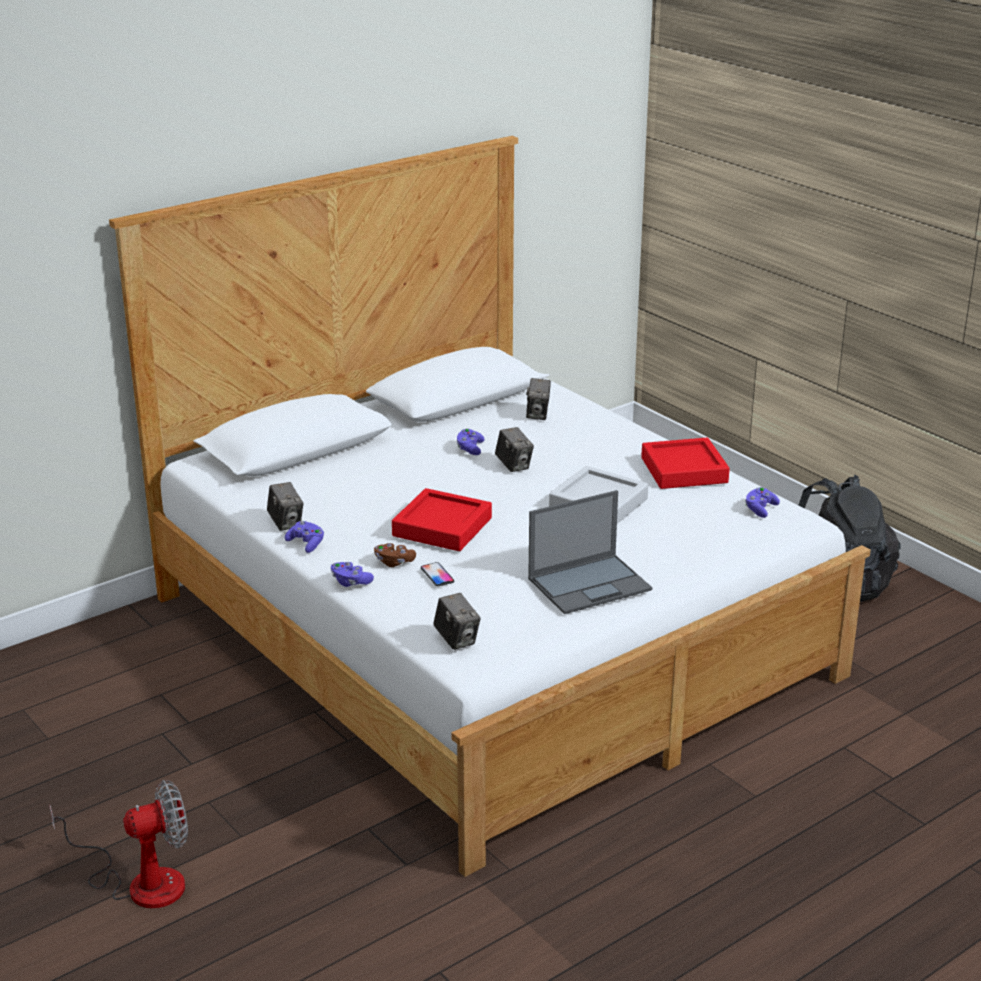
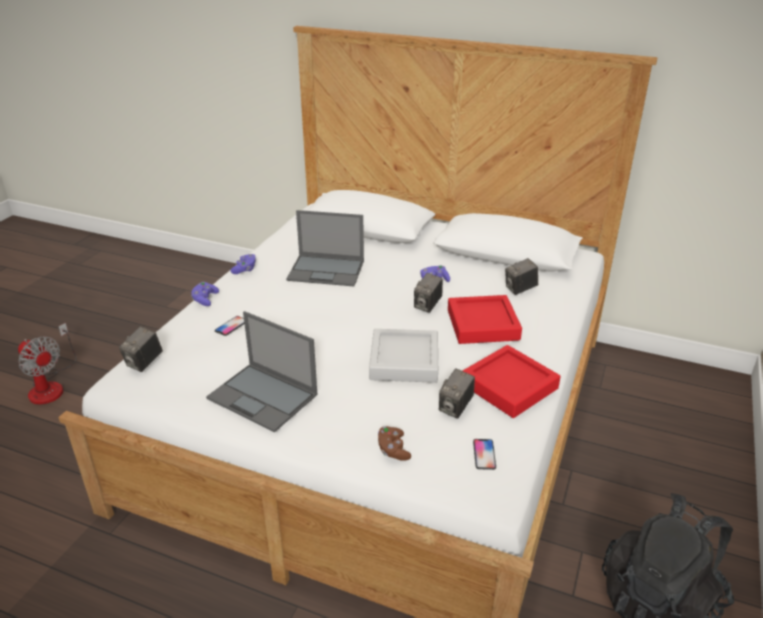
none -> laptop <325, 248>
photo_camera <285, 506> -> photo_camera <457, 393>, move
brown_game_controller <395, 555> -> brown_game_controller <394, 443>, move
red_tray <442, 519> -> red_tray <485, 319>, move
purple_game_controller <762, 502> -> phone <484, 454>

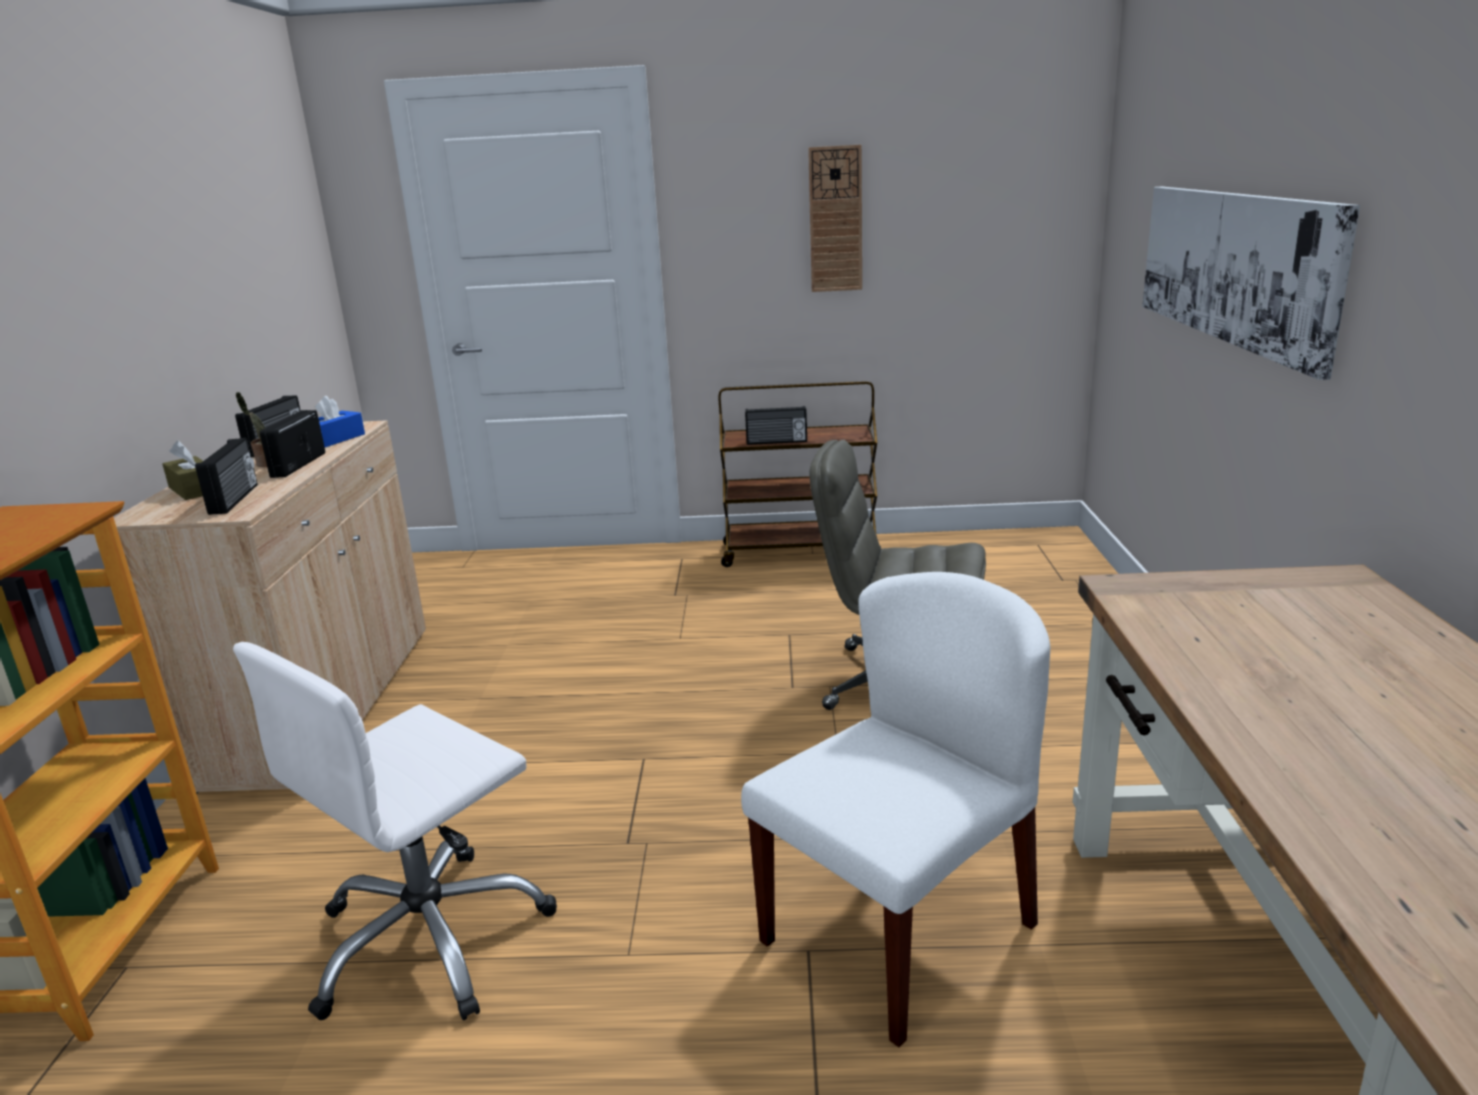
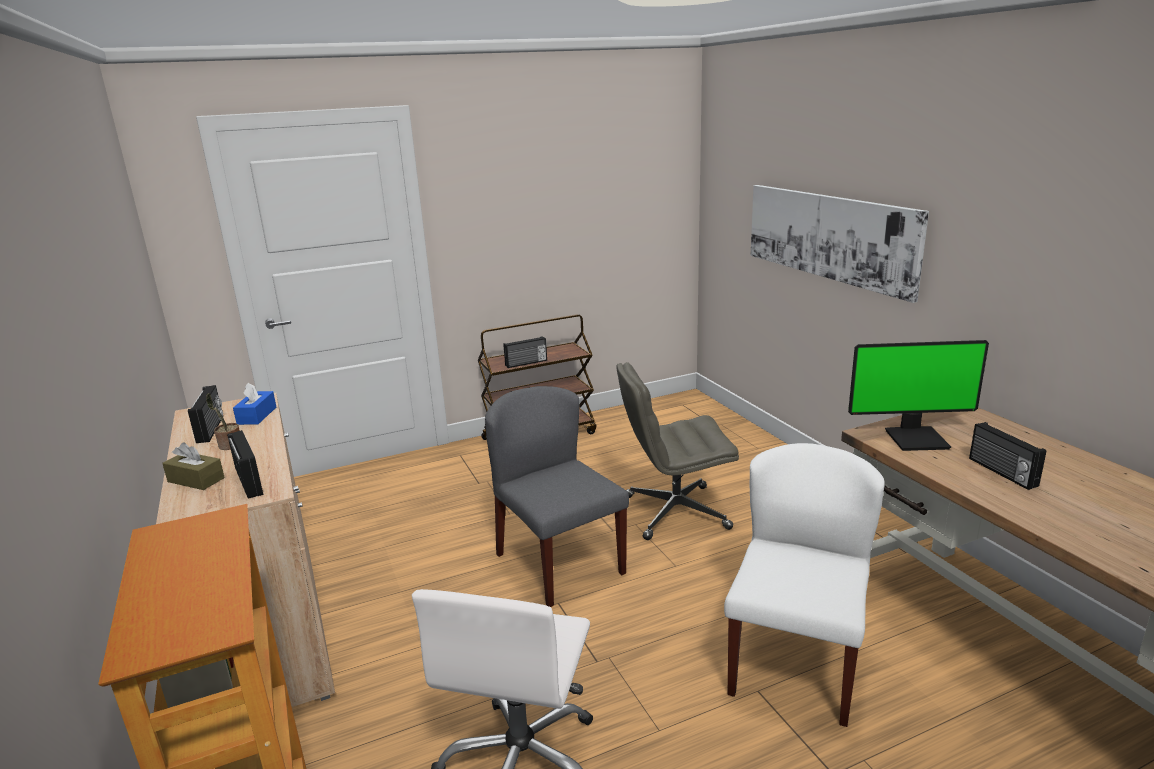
wall_clock <835, 218> -> none
none -> grey_chair <557, 496>
none -> monitor <918, 395>
radio <292, 444> -> radio <1007, 456>, move

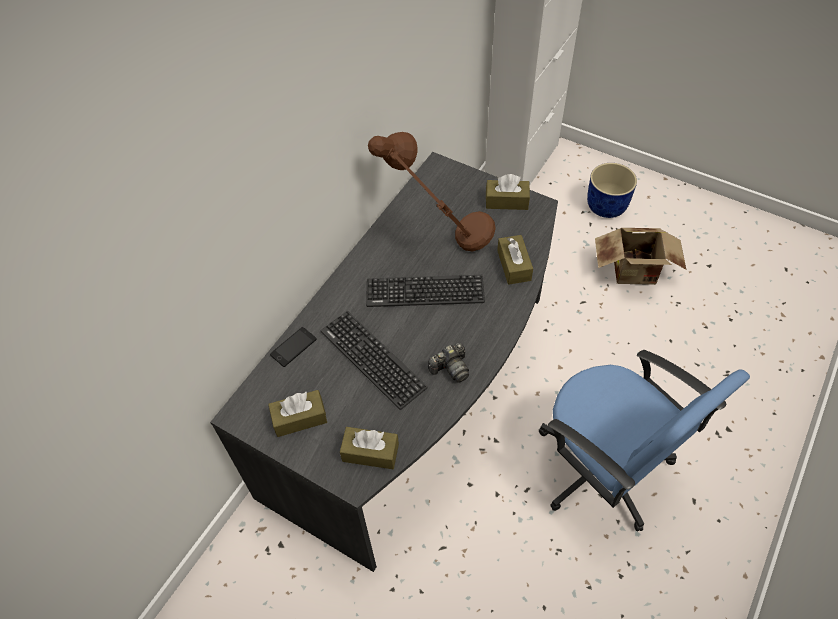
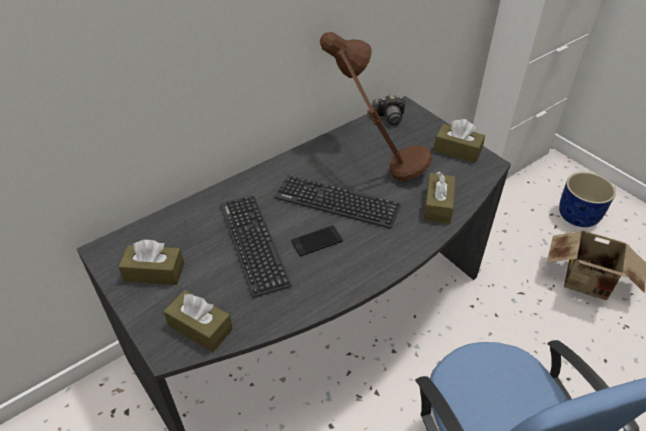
phone <293, 347> -> phone <317, 241>, move
photo_camera <448, 363> -> photo_camera <388, 109>, move

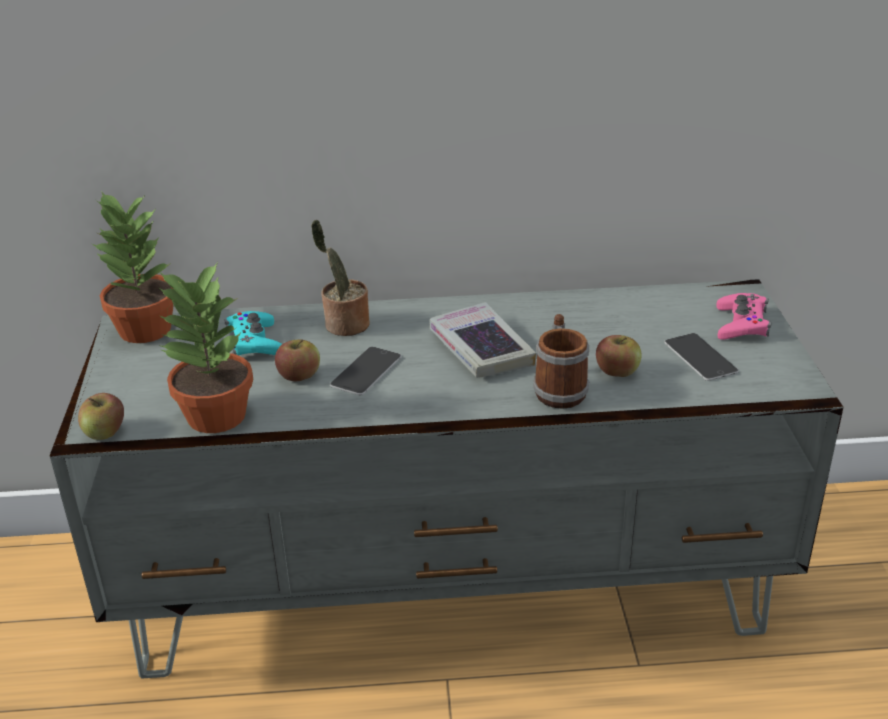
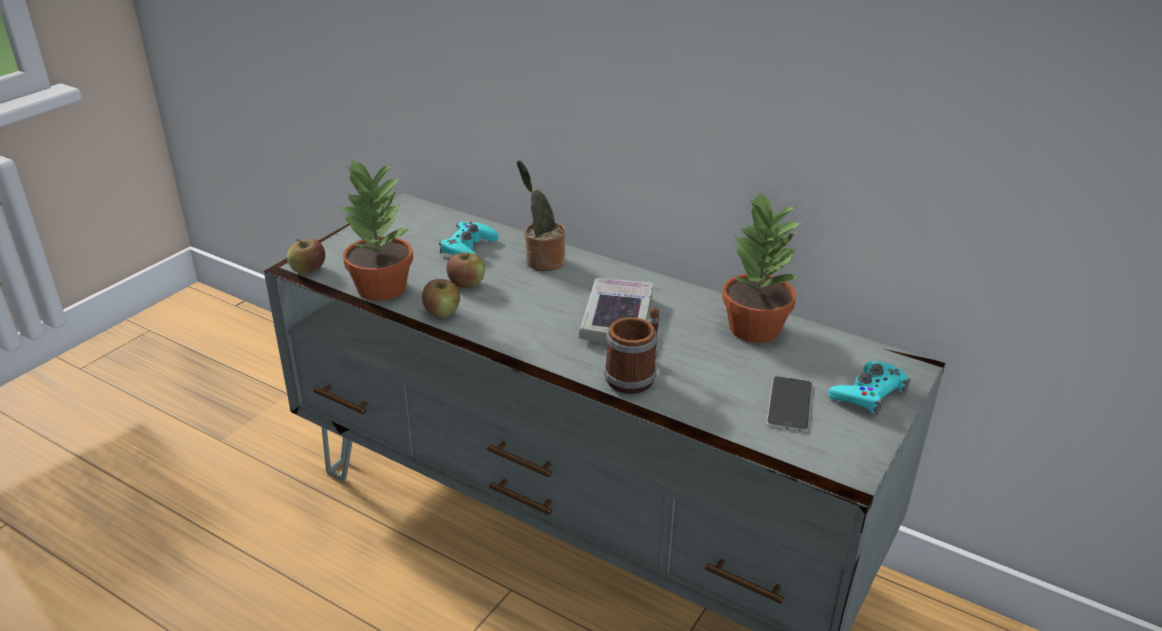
phone <366, 371> -> none
potted_plant <133, 267> -> potted_plant <762, 266>, move
apple <619, 356> -> apple <441, 298>, move
pink_game_controller <743, 316> -> turquoise_game_controller <869, 388>

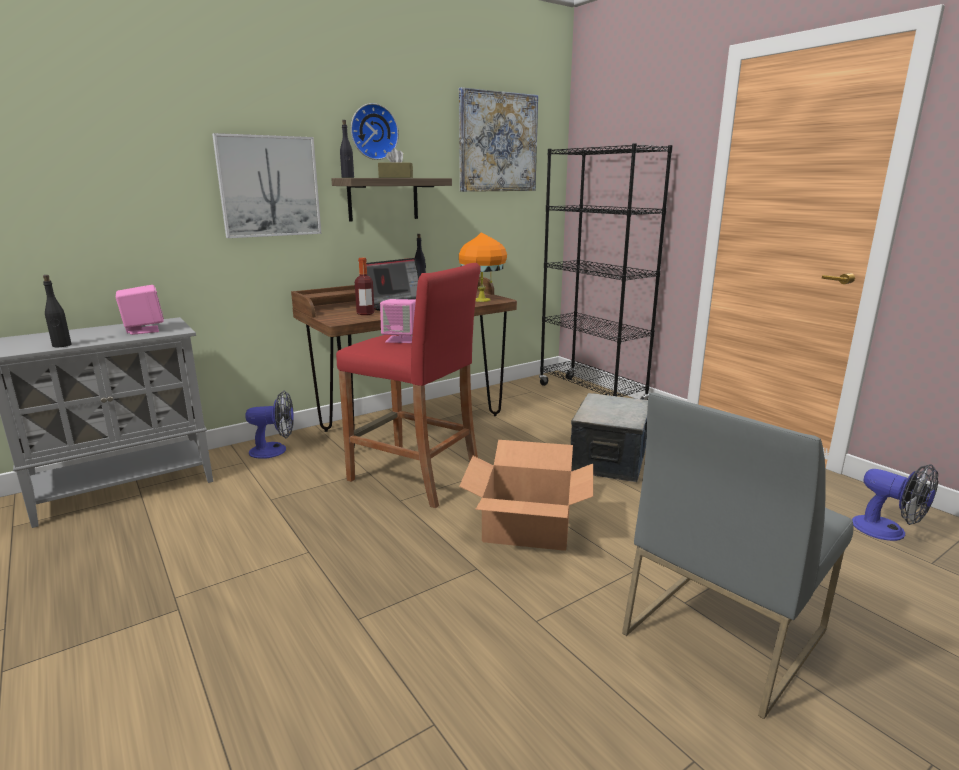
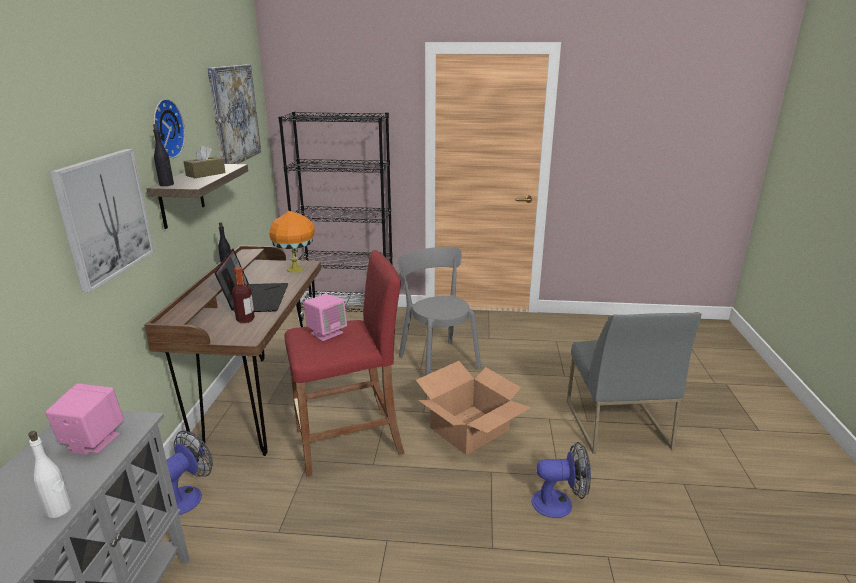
fan <895, 502> -> fan <561, 480>, move
storage_box <609, 437> -> grey_chair <439, 311>
black_bottle <57, 311> -> white_bottle <50, 474>

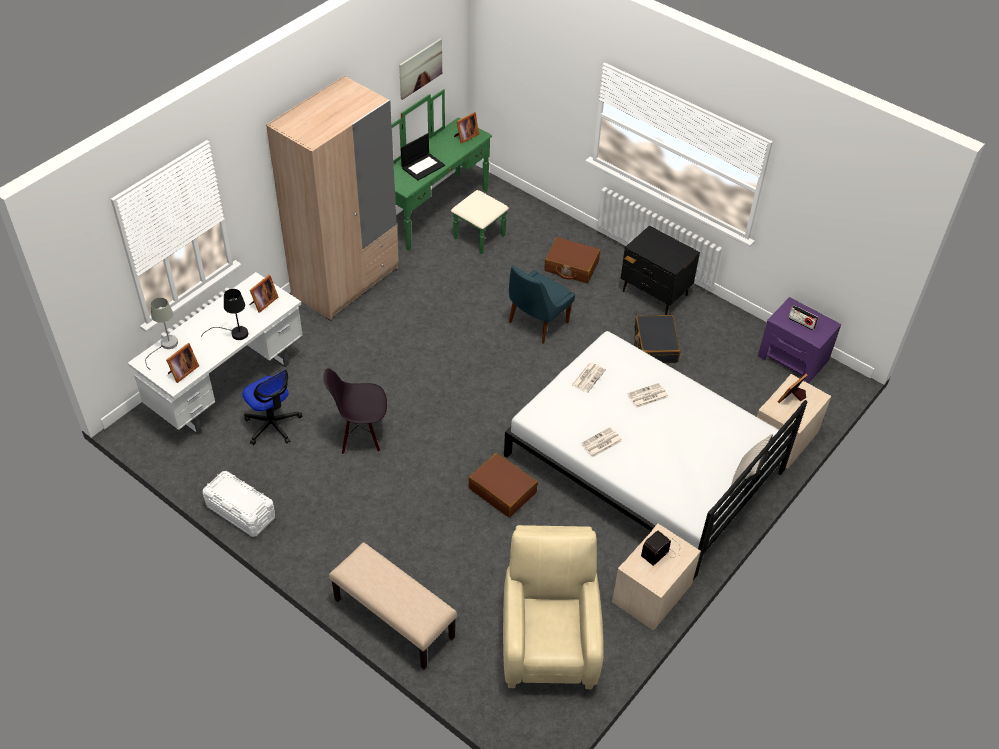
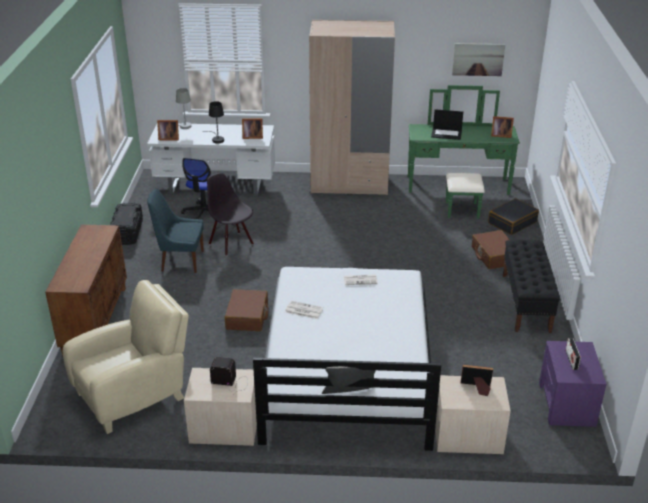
newspaper <647, 395> -> none
blue_chair <542, 304> -> blue_chair <175, 230>, move
black_suitcase <657, 339> -> black_suitcase <513, 216>, move
beige_bench <393, 605> -> brown_cabinet <86, 290>
black_nightstand <660, 270> -> black_bench <531, 286>
white_storage_box <239, 504> -> black_storage_box <126, 224>

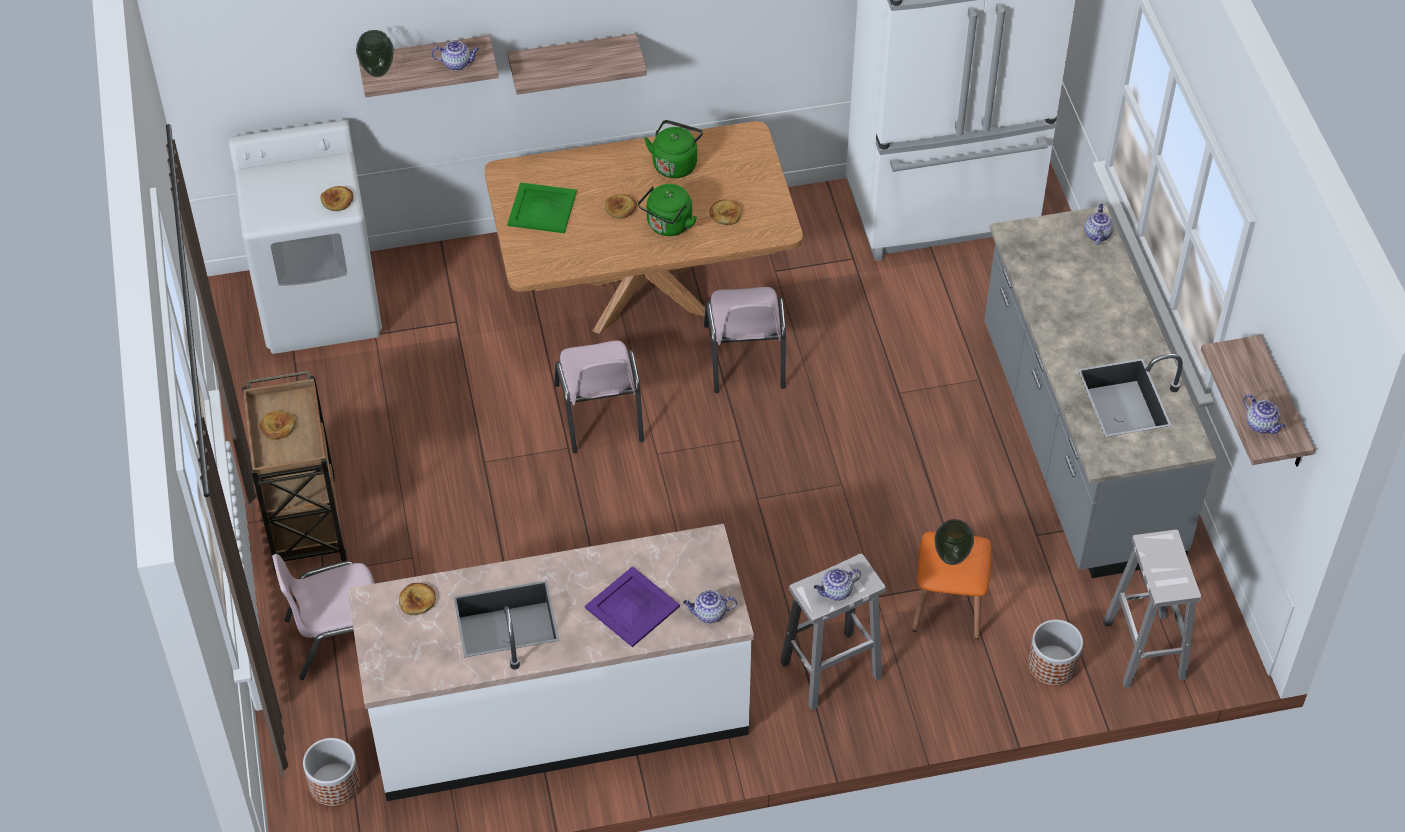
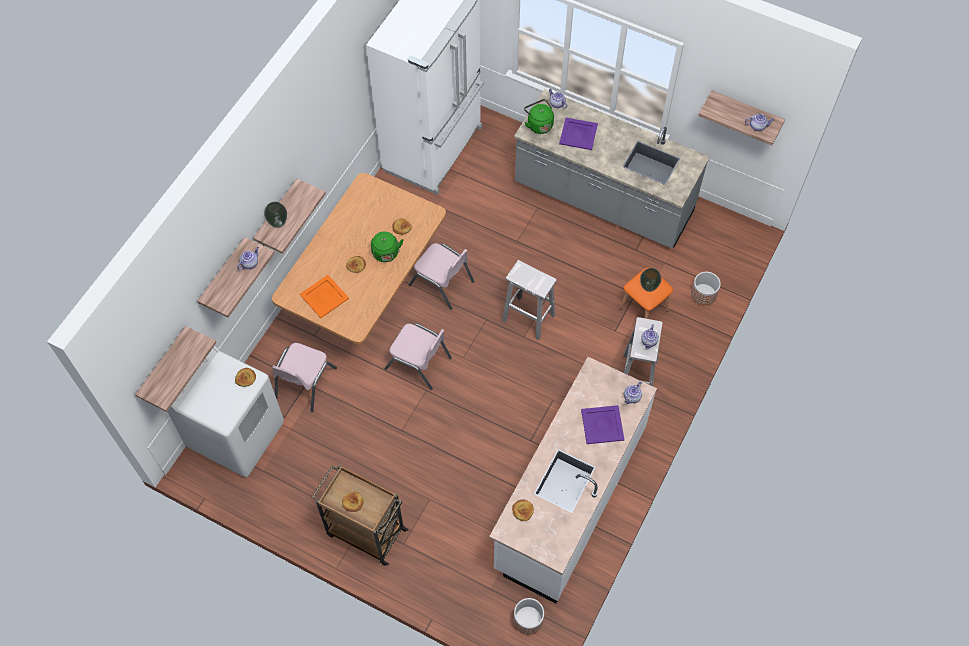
none -> shelf <175, 369>
none -> purple_tray <578, 134>
pink_chair <323, 617> -> pink_chair <304, 377>, move
vase <375, 53> -> vase <275, 215>, move
green_kettle <673, 149> -> green_kettle <539, 116>, move
white_stool <1152, 609> -> white_stool <529, 300>, move
green_tray <542, 207> -> orange_tray <324, 296>

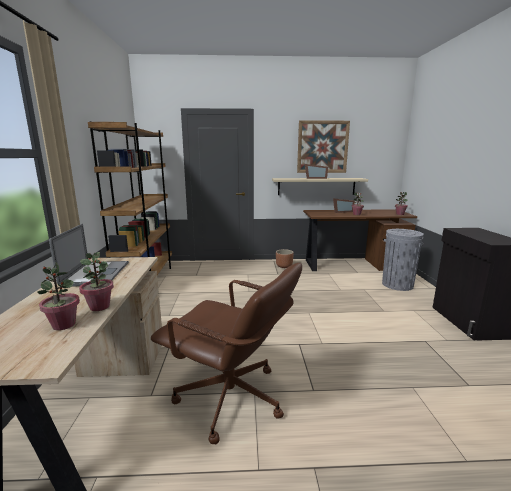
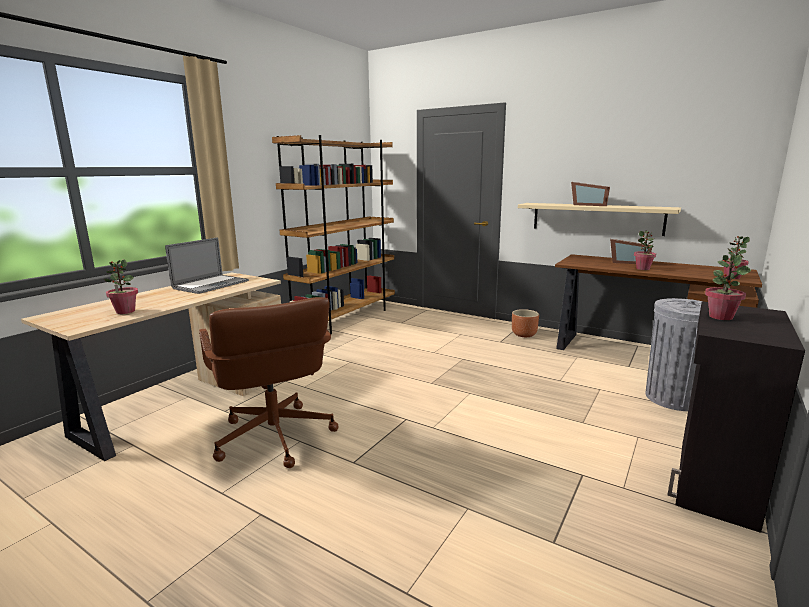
picture <323, 146> -> none
potted_plant <96, 281> -> potted_plant <728, 287>, move

